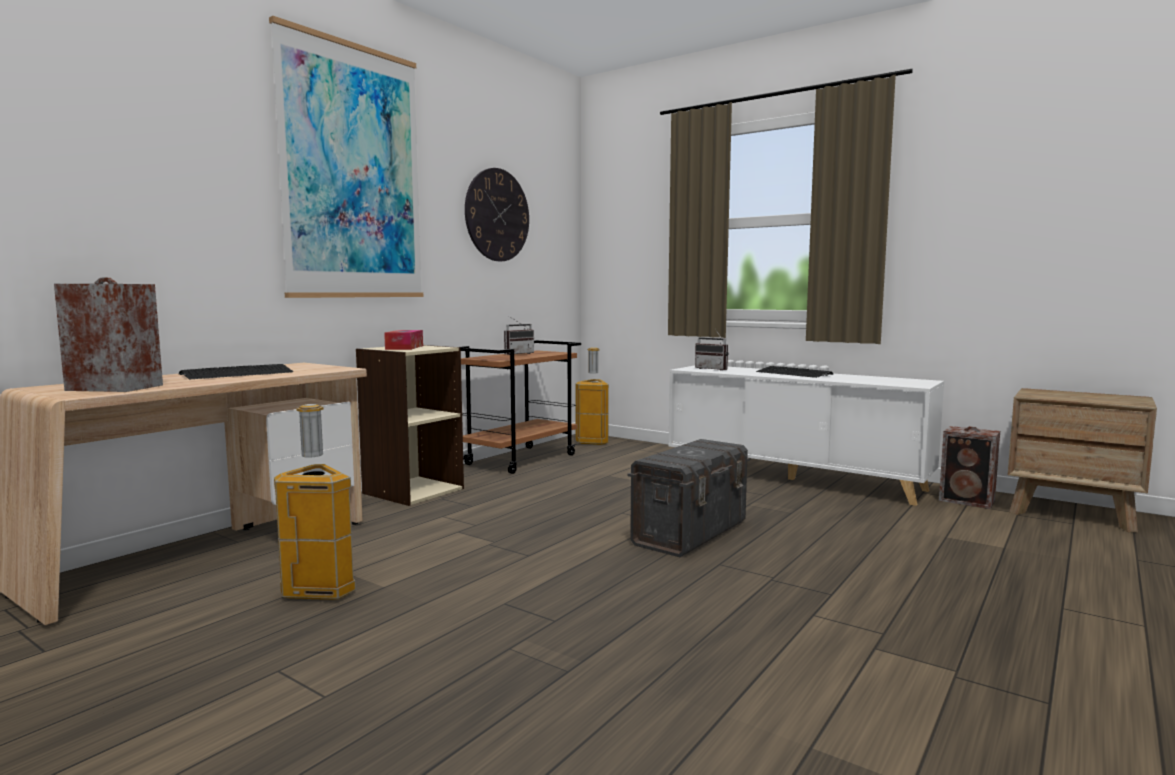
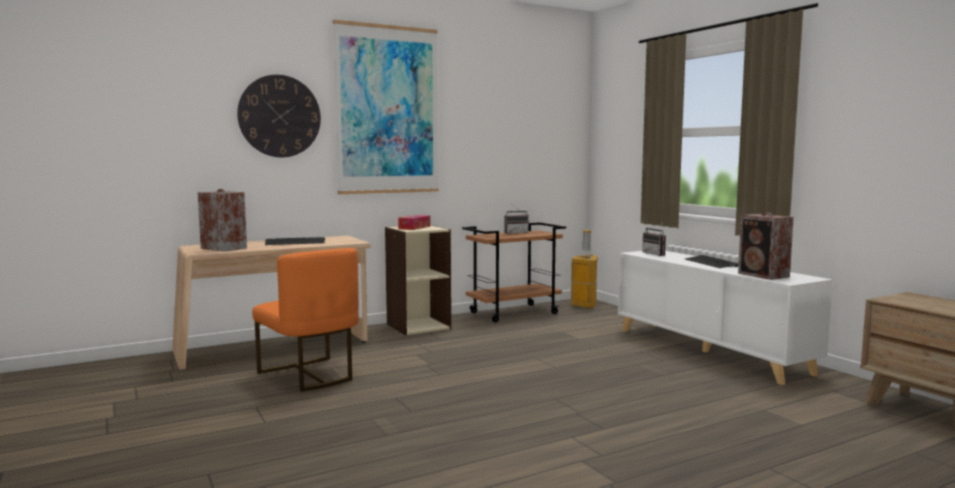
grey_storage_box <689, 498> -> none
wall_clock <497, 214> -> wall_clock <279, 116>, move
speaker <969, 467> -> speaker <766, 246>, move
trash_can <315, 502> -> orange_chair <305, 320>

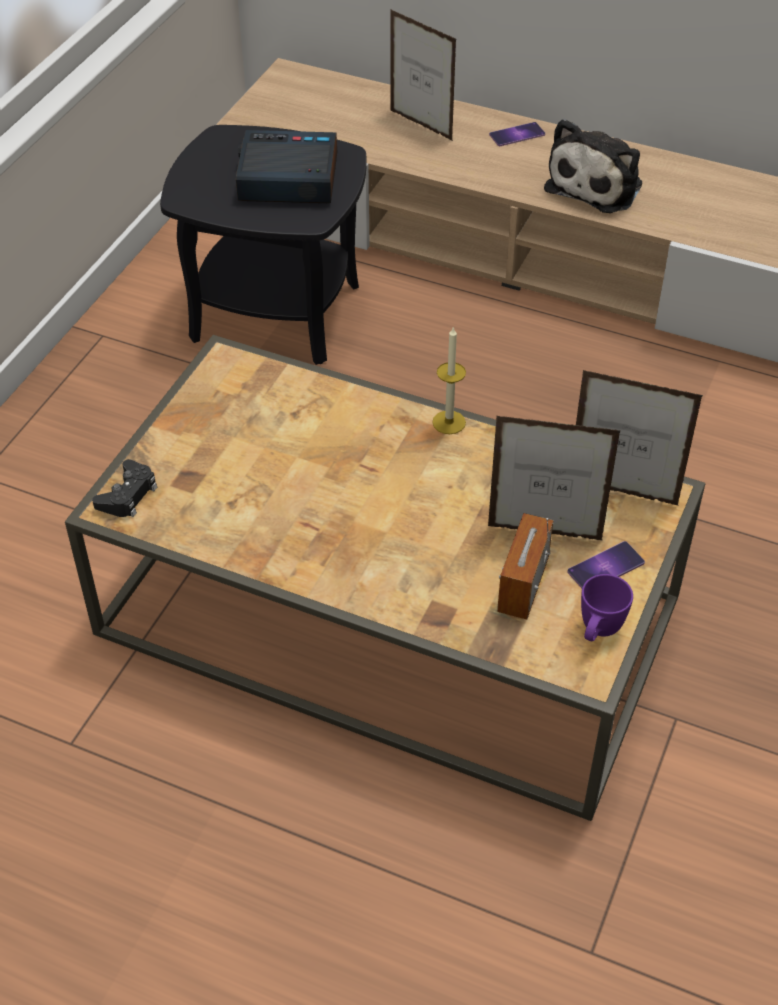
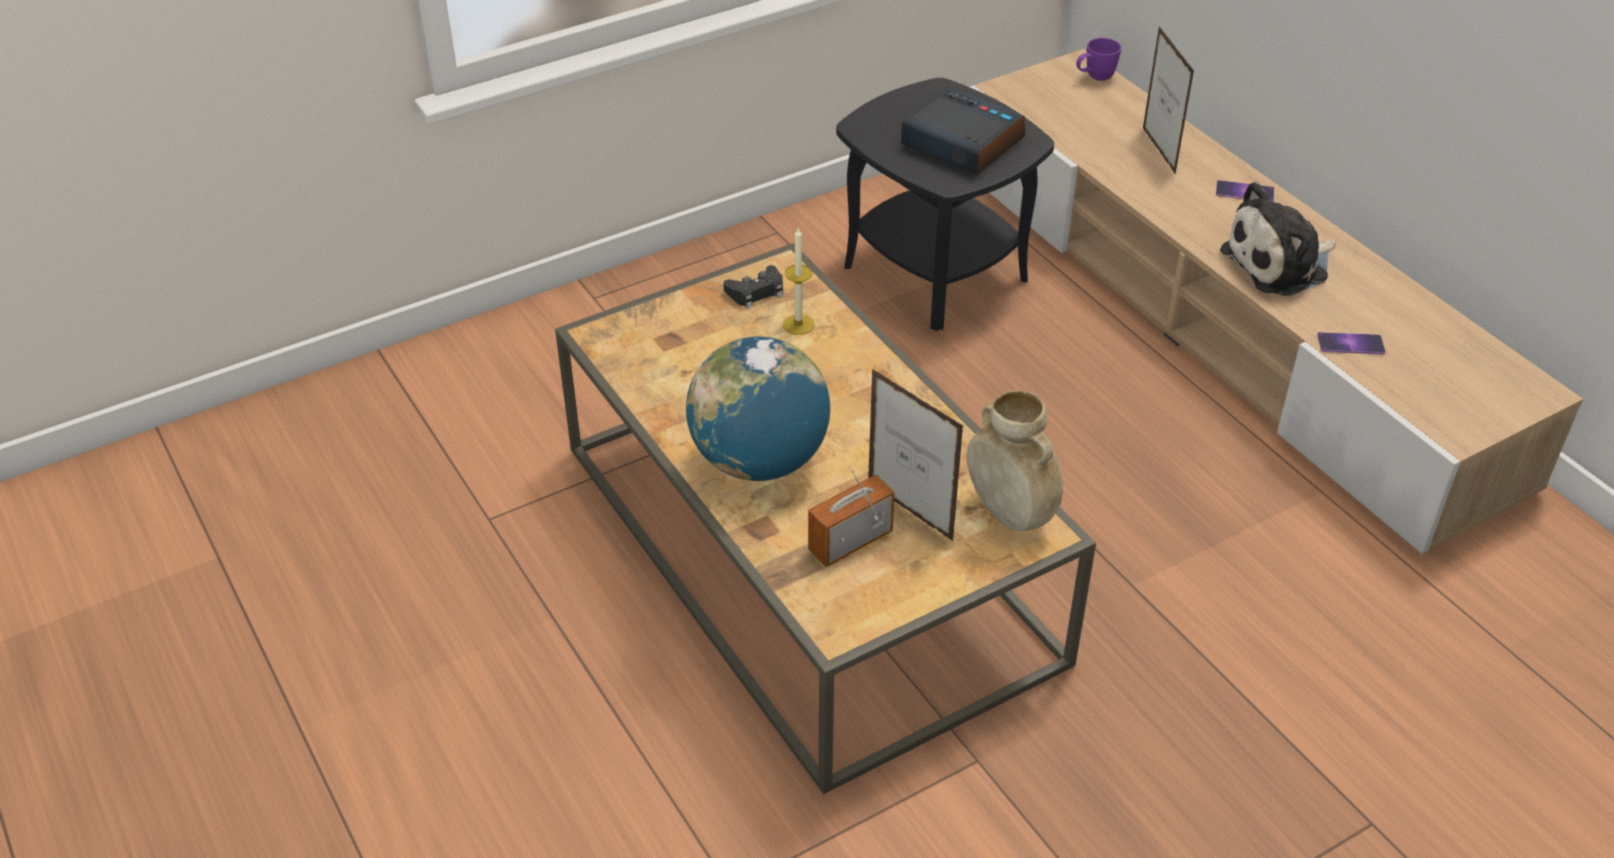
none -> globe <758, 409>
black_game_controller <124, 488> -> black_game_controller <753, 286>, move
candle <449, 380> -> candle <798, 281>, move
phone <606, 564> -> phone <1351, 343>, move
purple_mug <607, 607> -> purple_mug <1098, 59>, move
picture_frame <639, 438> -> beige_vase <1014, 460>

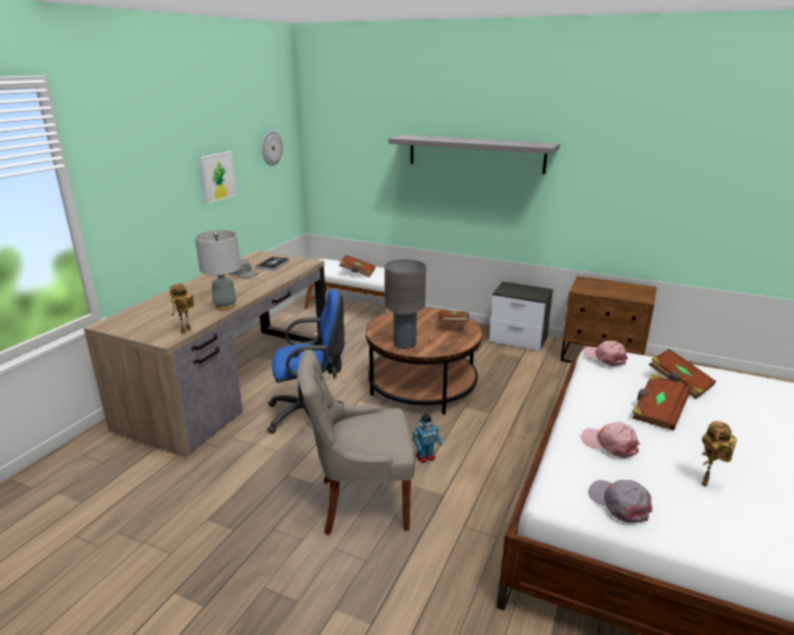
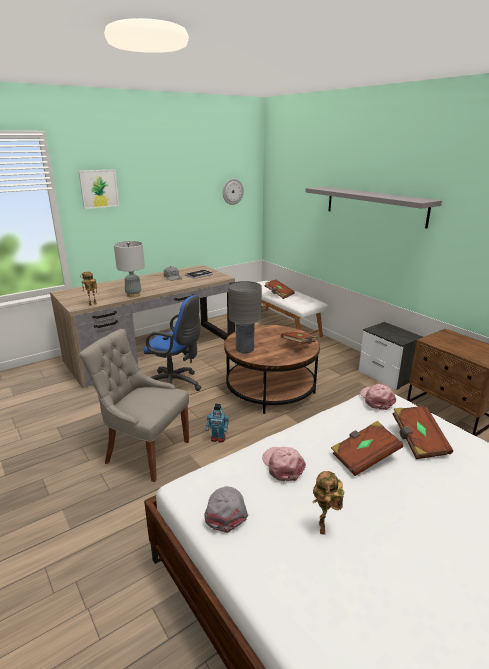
picture <218, 177> -> picture <98, 189>, move
toy_robot <719, 454> -> toy_robot <328, 502>, 60 degrees counterclockwise

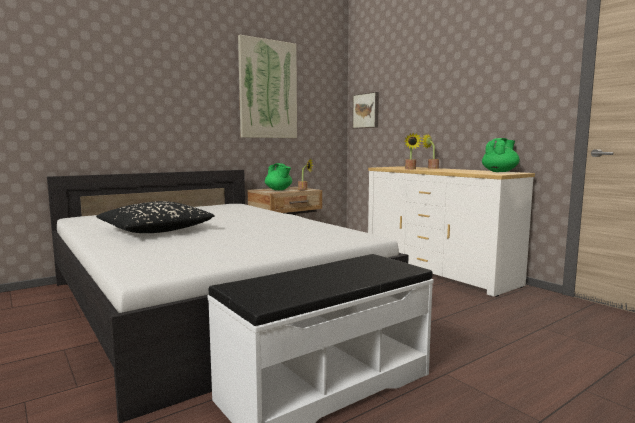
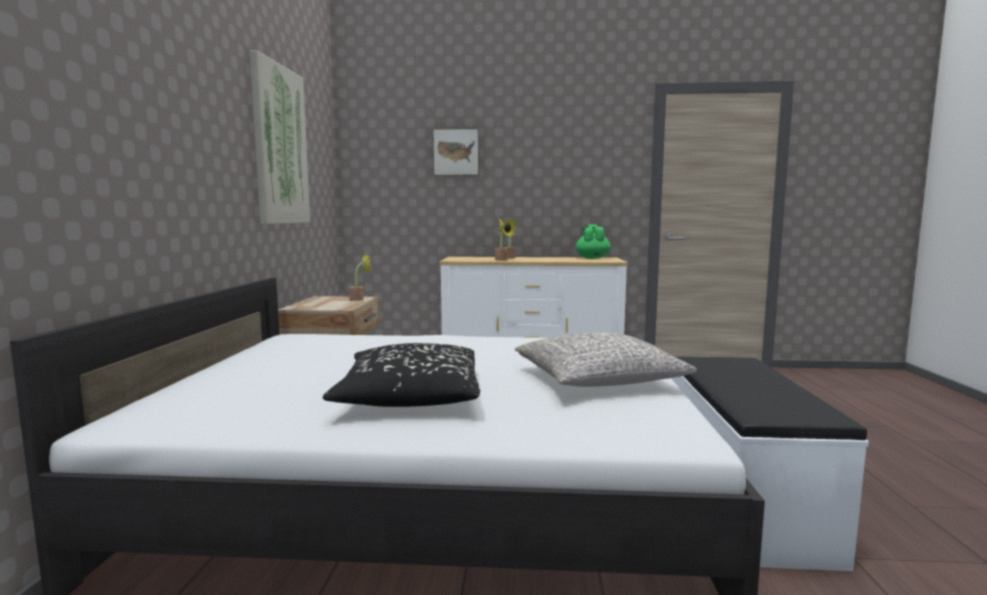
green_teapot <278, 176> -> none
none -> grey_pillow <606, 359>
picture <365, 110> -> picture <455, 152>, move

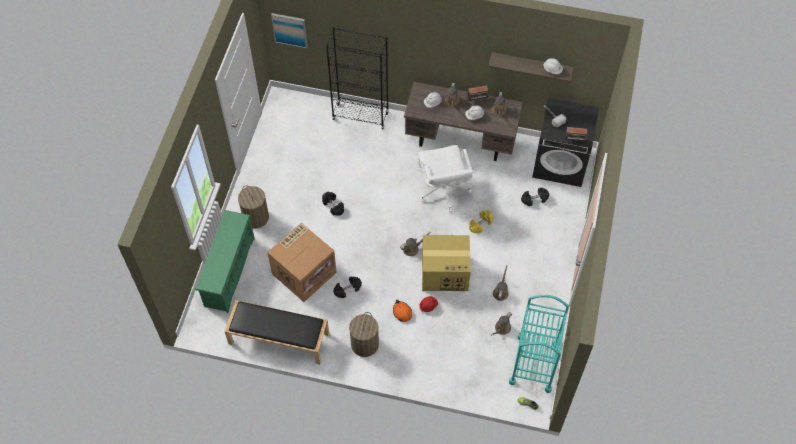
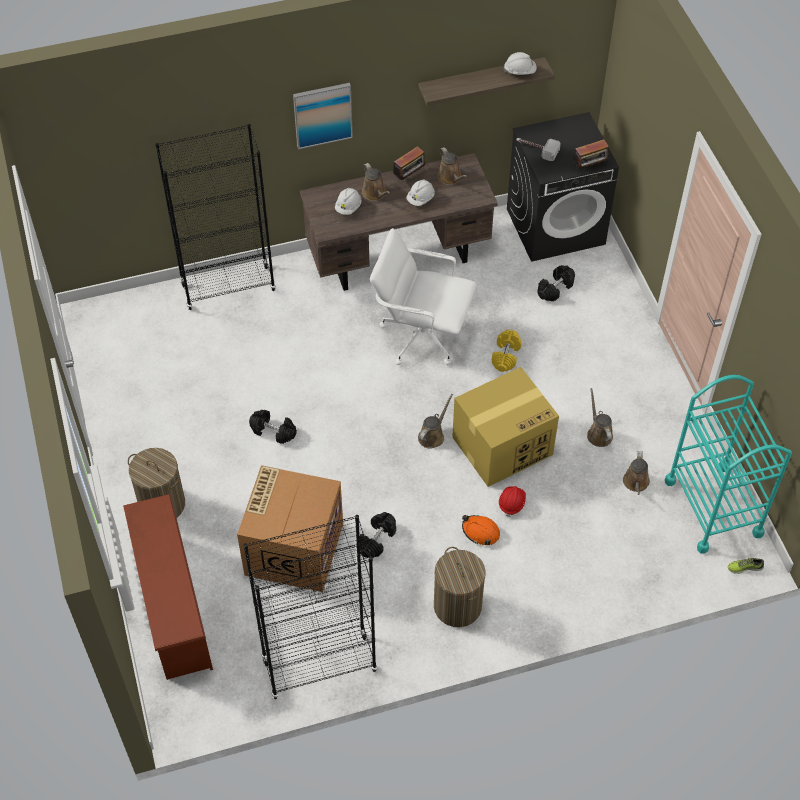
picture <289, 30> -> picture <323, 116>, move
black_bench <277, 332> -> black_bookcase <310, 607>
green_shoe_rack <225, 261> -> brown_shoe_rack <168, 587>
white_office_chair <446, 178> -> white_office_chair <423, 296>, 150 degrees clockwise

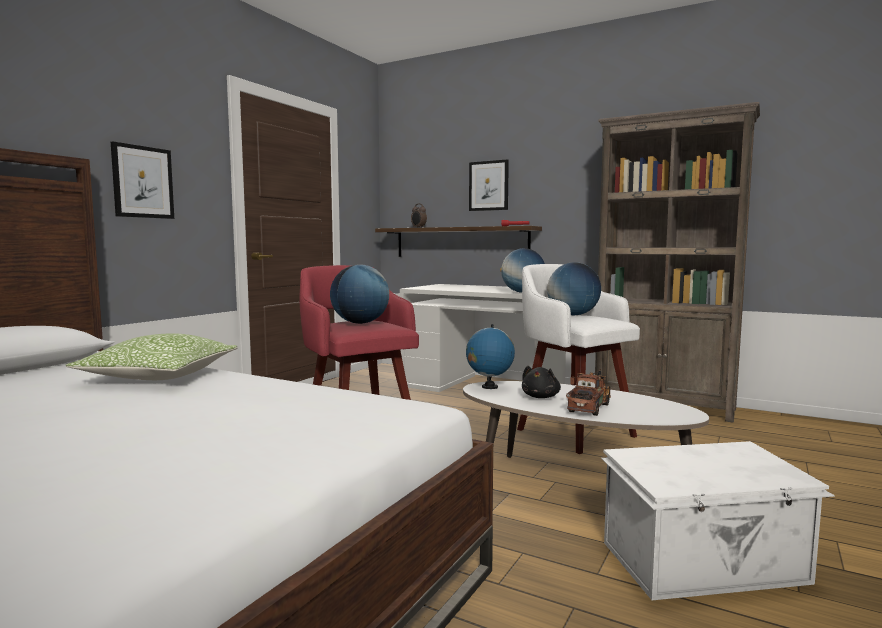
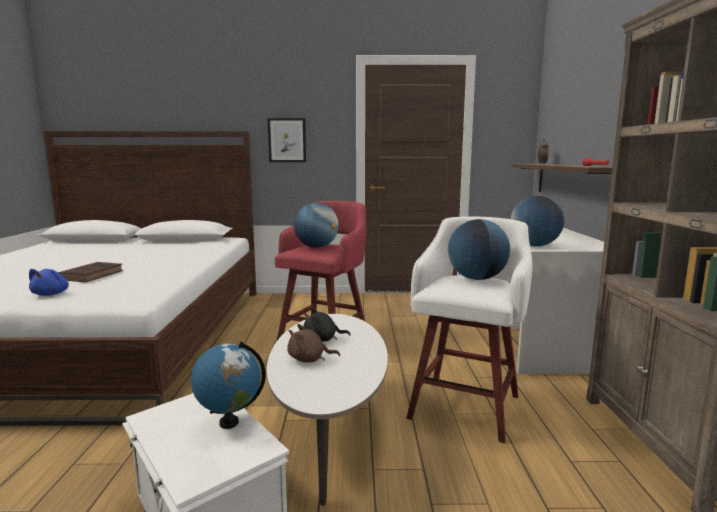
pillow <151, 356> -> none
picture <489, 185> -> none
none -> blue_plush_toy <49, 282>
none -> brown_book <91, 272>
globe <490, 356> -> globe <228, 385>, move
toy_truck <588, 392> -> brown_plush_toy <313, 343>

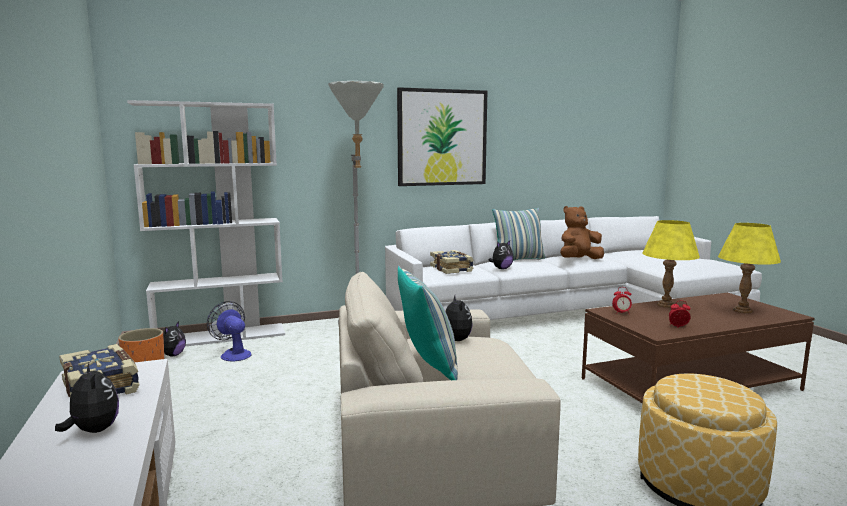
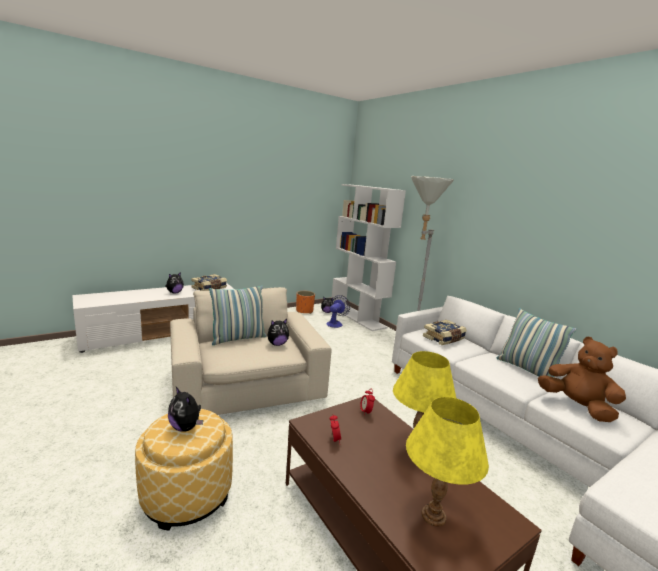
picture <442, 136> -> none
plush_toy <501, 255> -> plush_toy <185, 409>, move

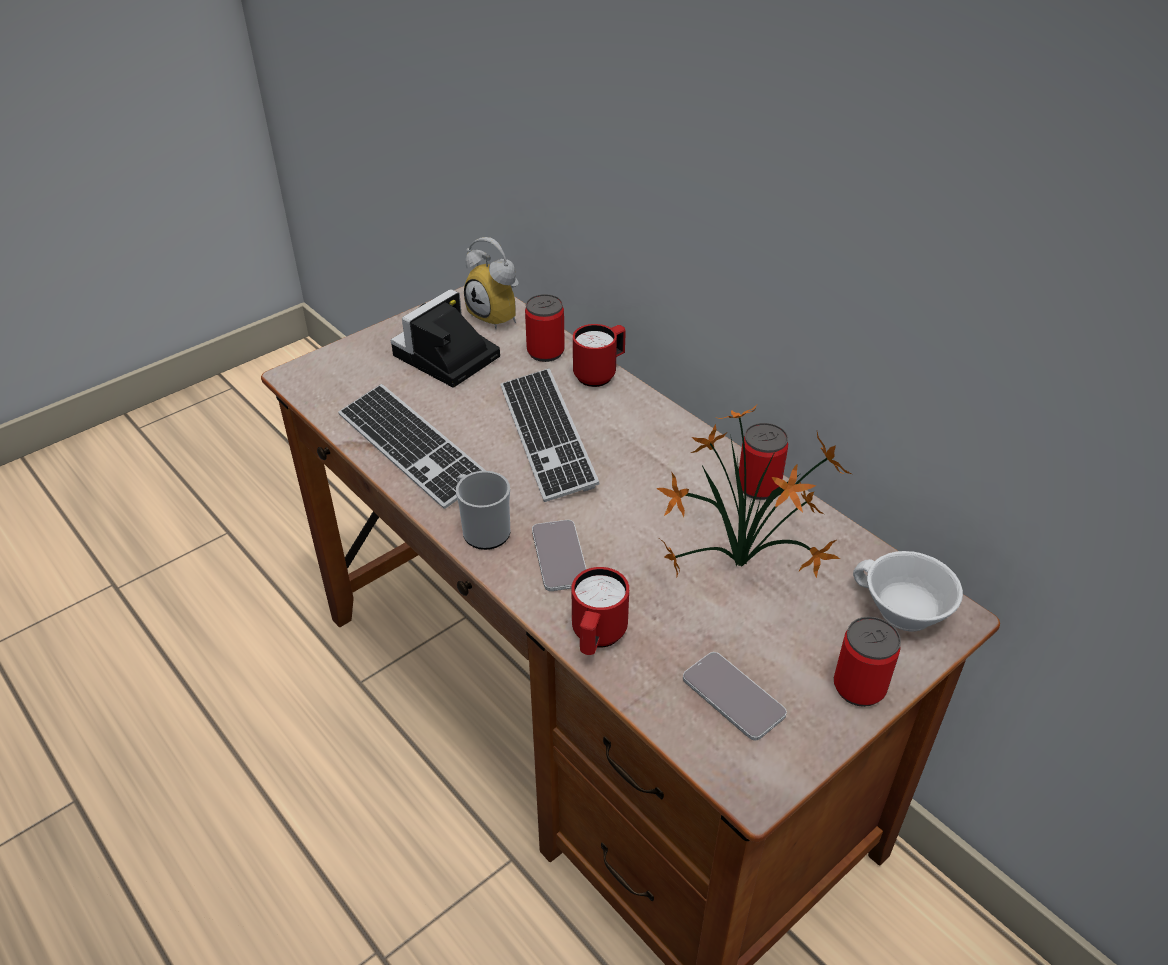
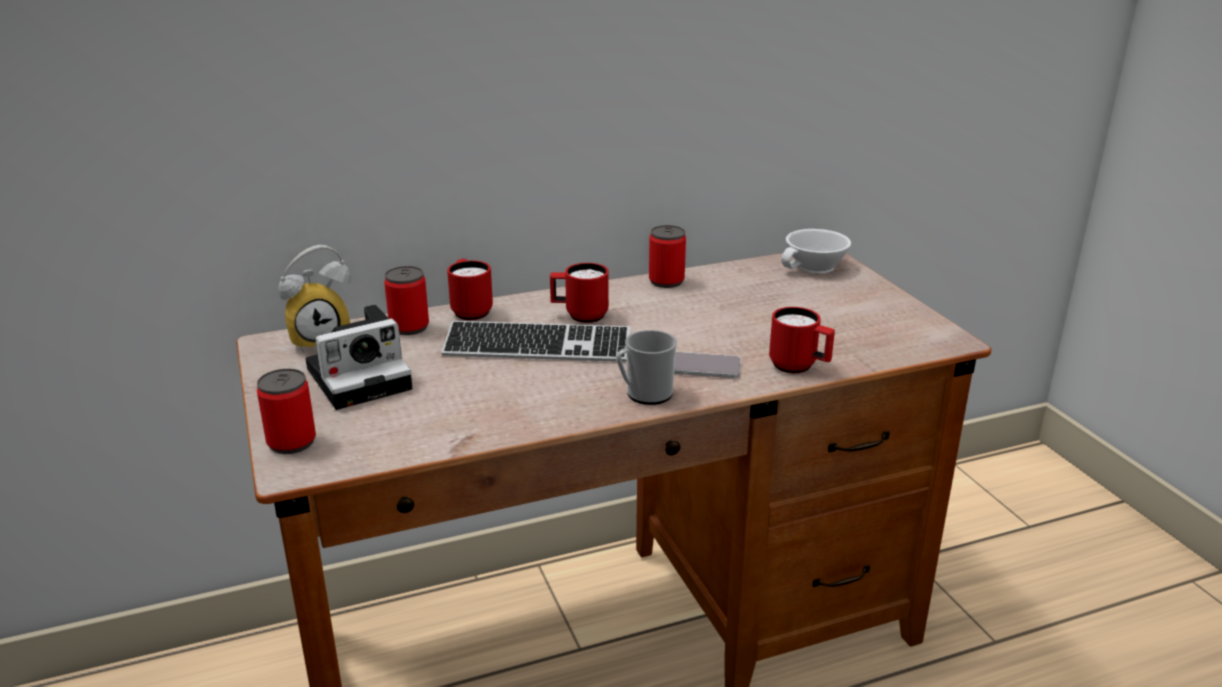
keyboard <412, 446> -> none
potted_plant <754, 491> -> none
phone <735, 696> -> none
none -> red_mug <579, 293>
can <867, 662> -> can <286, 411>, move
photo_camera <445, 338> -> photo_camera <359, 357>, 90 degrees counterclockwise

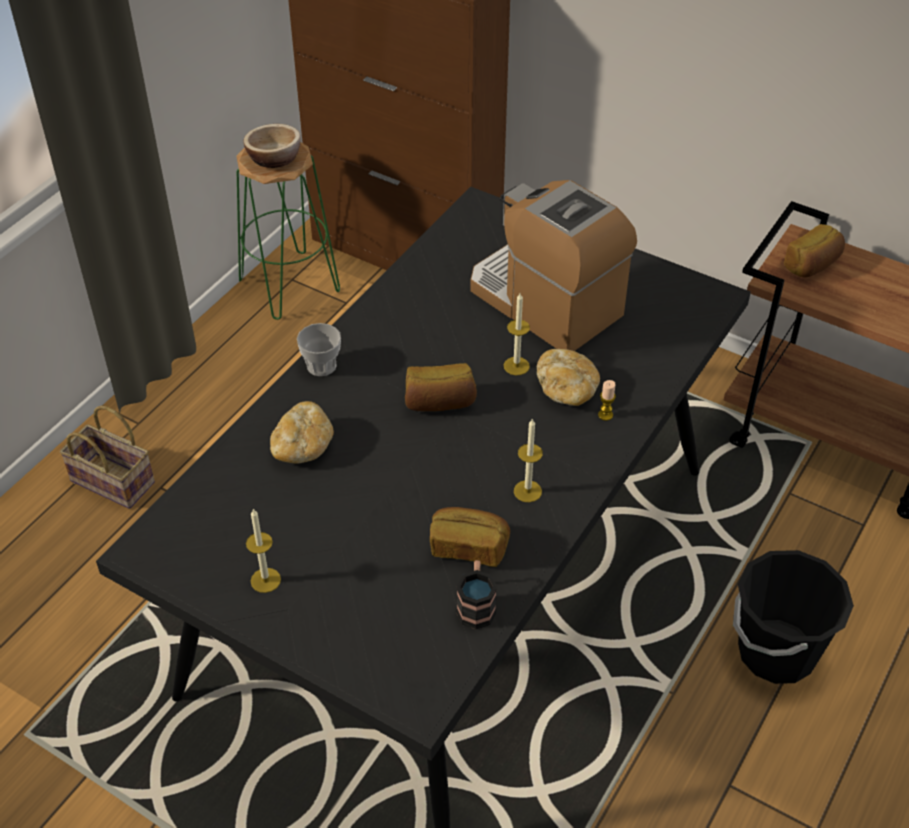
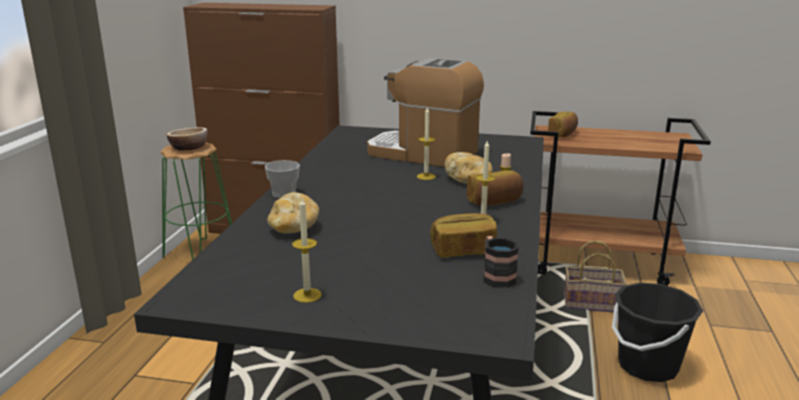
basket <107, 457> -> basket <595, 276>, move
bread <441, 387> -> bread <495, 188>, move

